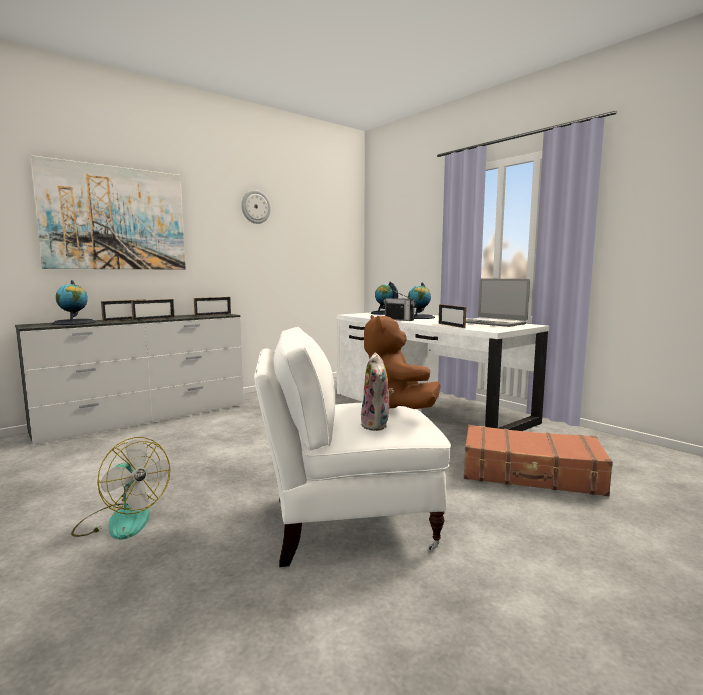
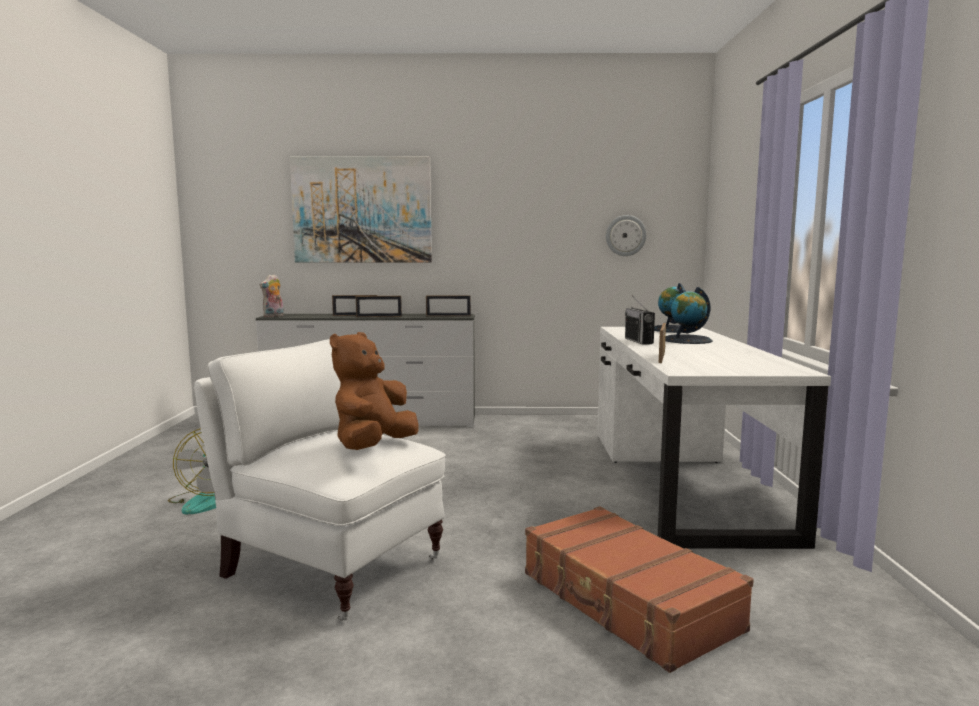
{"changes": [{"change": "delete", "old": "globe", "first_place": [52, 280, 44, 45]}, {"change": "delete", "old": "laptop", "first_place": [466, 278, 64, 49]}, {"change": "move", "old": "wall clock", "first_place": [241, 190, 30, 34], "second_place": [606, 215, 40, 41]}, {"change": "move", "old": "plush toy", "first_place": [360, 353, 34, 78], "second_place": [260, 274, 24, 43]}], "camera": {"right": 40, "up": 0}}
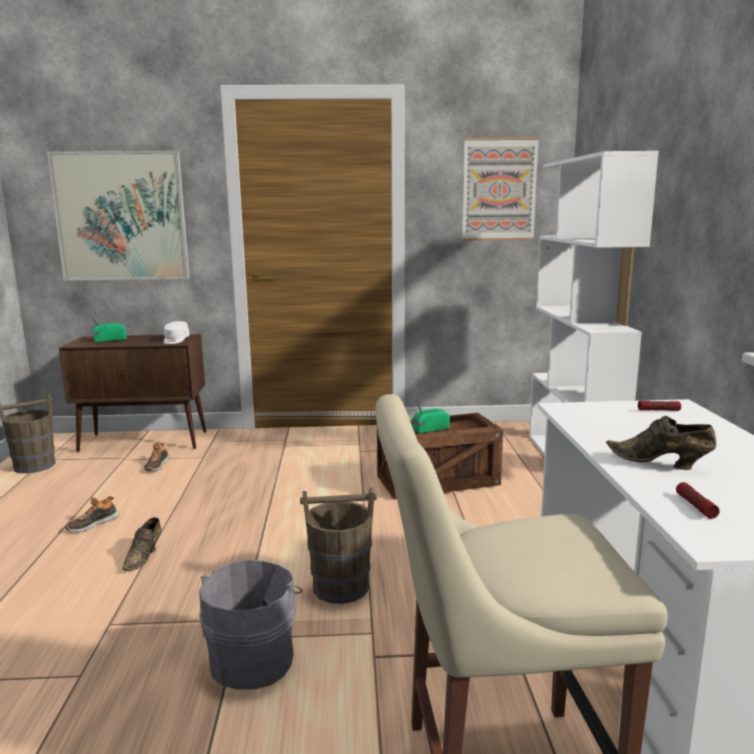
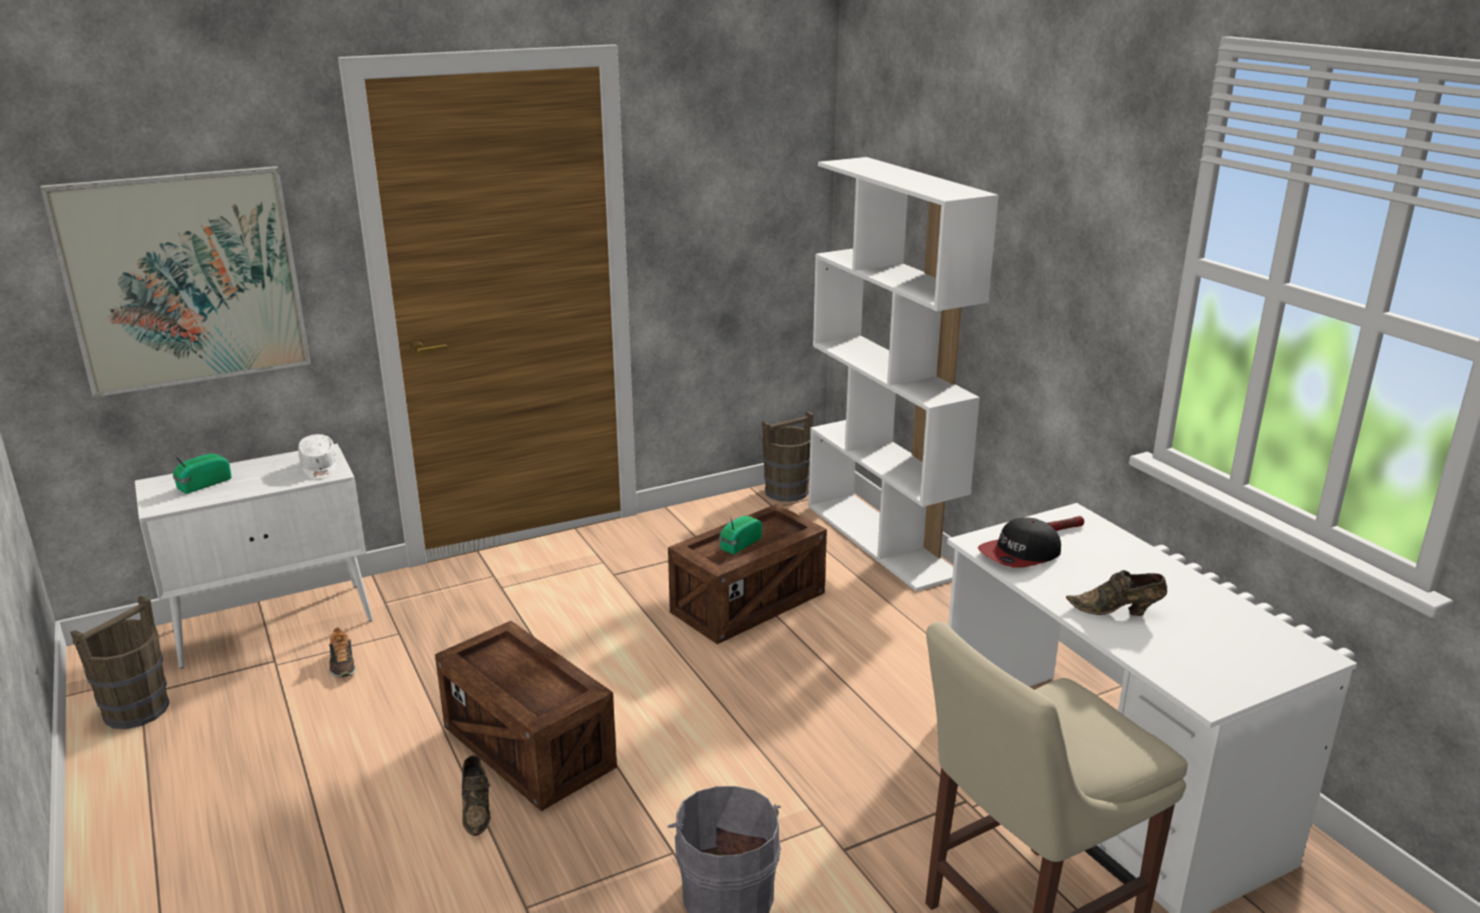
{"changes": [{"change": "delete", "old": "shoe", "first_place": [65, 496, 54, 36]}, {"change": "delete", "old": "picture", "first_place": [462, 137, 77, 104]}, {"change": "delete", "old": "flashlight", "first_place": [676, 482, 44, 37]}, {"change": "insert", "new": "crate", "second_place": [435, 621, 182, 190]}, {"change": "insert", "new": "cap", "second_place": [977, 517, 84, 51]}, {"change": "move", "old": "bucket (brown)", "first_place": [300, 487, 77, 117], "second_place": [762, 411, 52, 91]}, {"change": "recolor", "old": "cabinet (brown)", "new": "cabinet (white)", "first_place": [59, 334, 147, 118], "second_place": [135, 444, 238, 224]}], "camera": {"right": -25, "up": 10}}
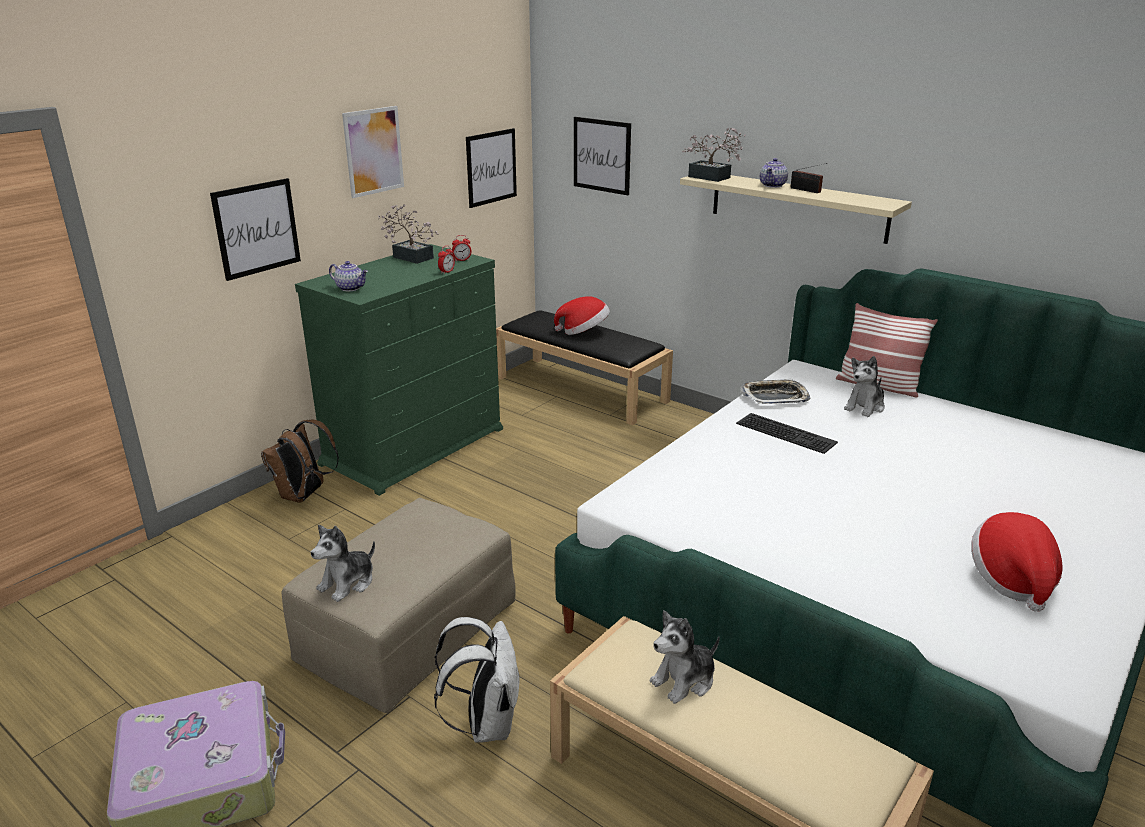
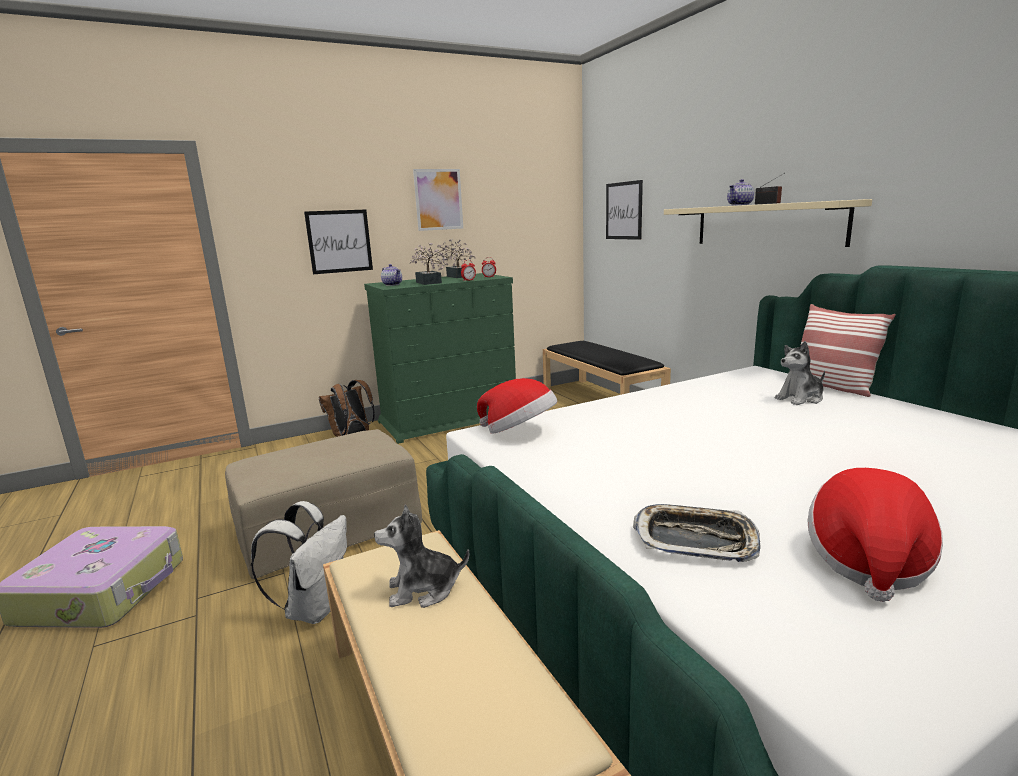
{"changes": [{"change": "delete", "old": "plush toy", "first_place": [311, 525, 64, 77]}, {"change": "delete", "old": "picture", "first_place": [466, 128, 51, 80]}, {"change": "delete", "old": "keyboard", "first_place": [736, 413, 102, 41]}, {"change": "move", "old": "hat", "first_place": [554, 296, 56, 39], "second_place": [477, 378, 80, 56]}, {"change": "move", "old": "potted plant", "first_place": [682, 128, 64, 54], "second_place": [410, 242, 37, 43]}, {"change": "move", "old": "tray", "first_place": [740, 379, 71, 25], "second_place": [633, 504, 128, 58]}], "camera": {"right": 25, "up": -10}}
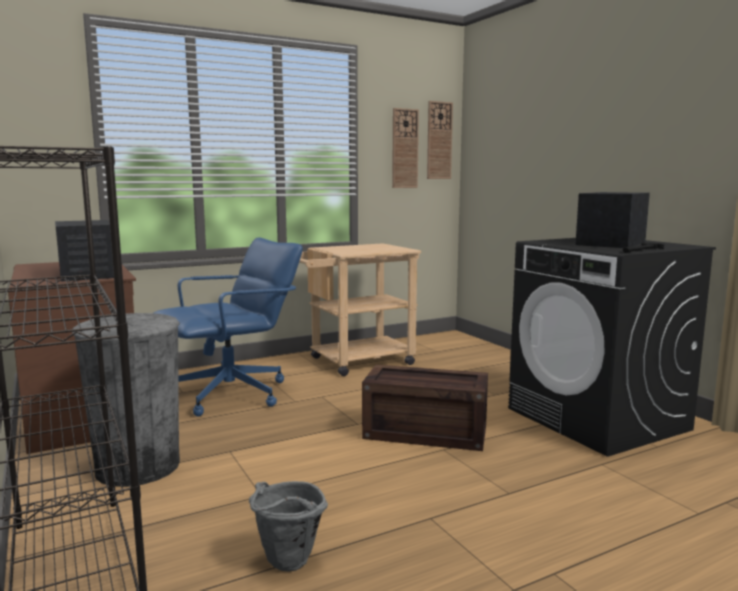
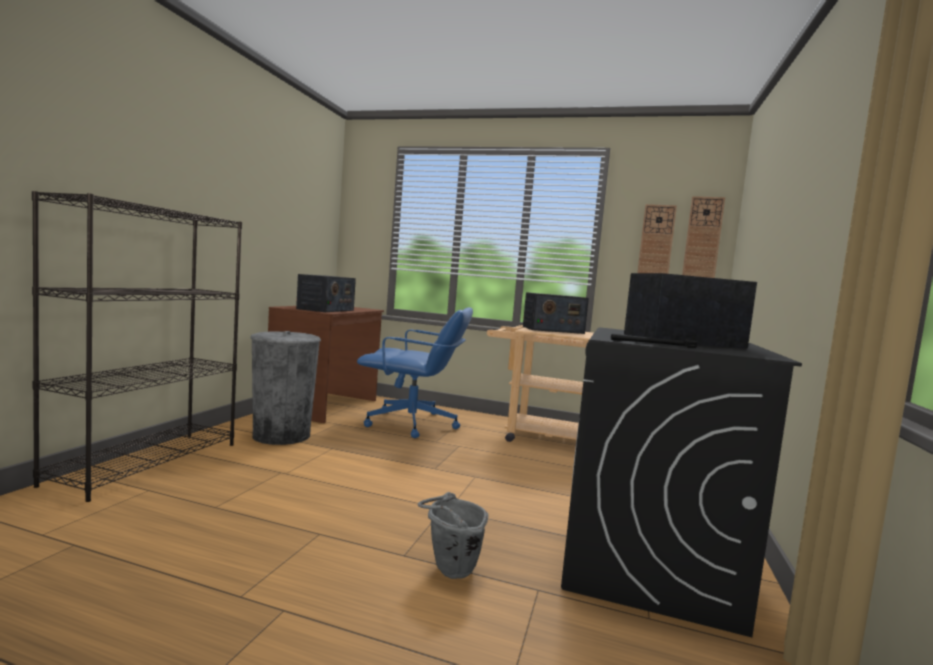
{"changes": [{"change": "delete", "old": "crate", "first_place": [362, 365, 126, 86]}, {"change": "insert", "new": "radio", "second_place": [523, 292, 66, 42]}, {"change": "move", "old": "bucket (grey)", "first_place": [249, 481, 79, 91], "second_place": [418, 492, 70, 87]}], "camera": {"right": 45, "up": -5}}
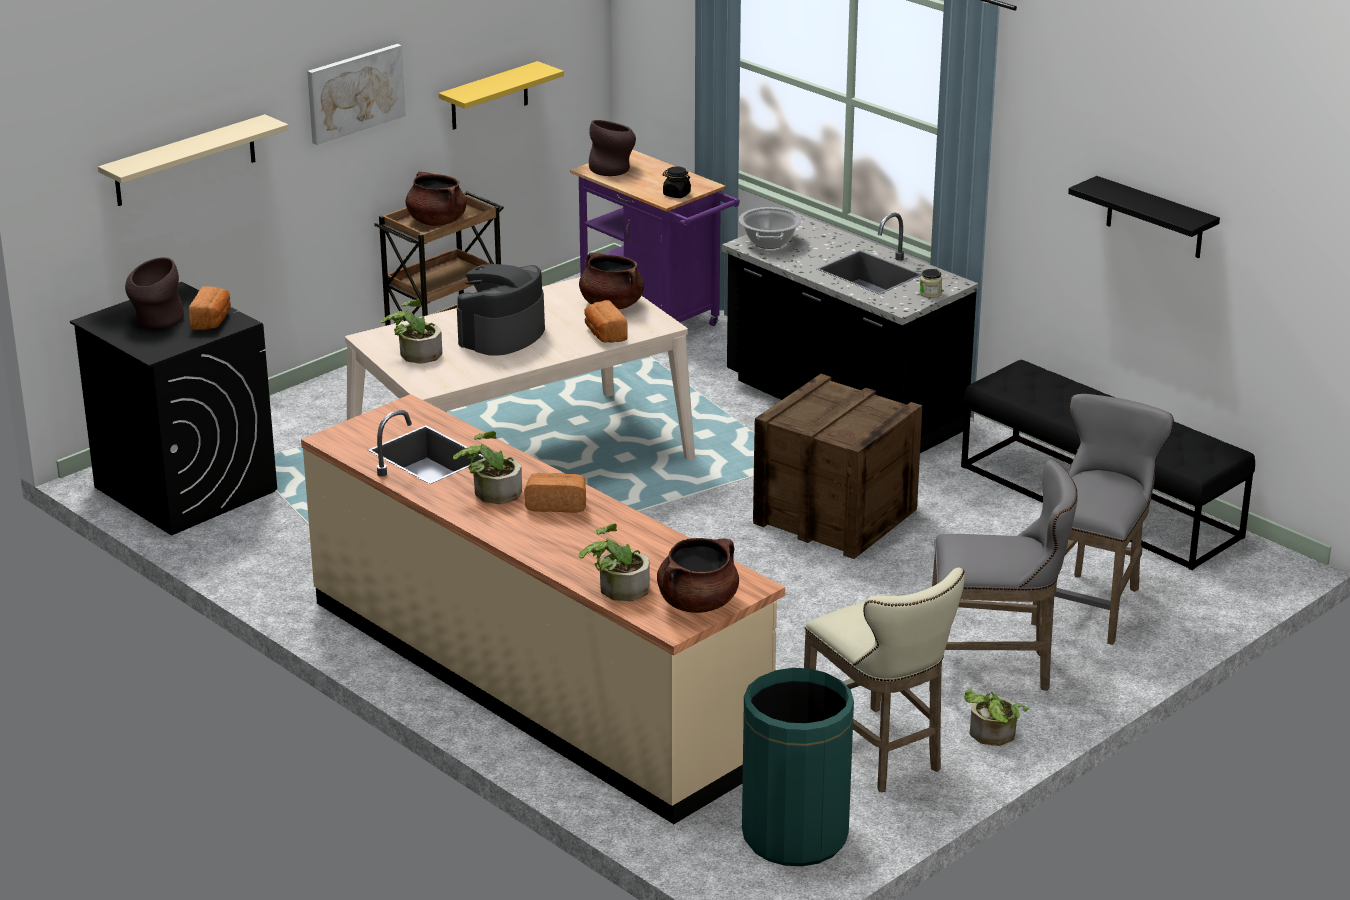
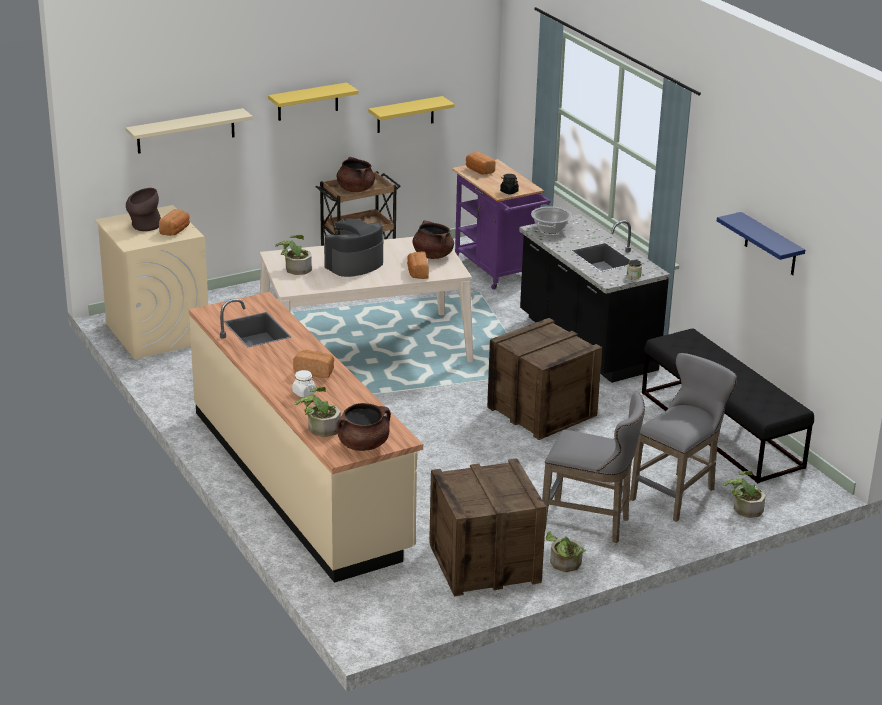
{"changes": [{"change": "delete", "old": "trash can (green)", "first_place": [742, 668, 112, 198]}, {"change": "insert", "new": "jar (white)", "second_place": [292, 370, 24, 27]}, {"change": "move", "old": "potted plant", "first_place": [453, 431, 69, 73], "second_place": [724, 471, 42, 47]}, {"change": "replace", "old": "picture", "new": "shelf (yellow)", "first_place": [307, 44, 99, 101], "second_place": [268, 82, 91, 39]}, {"change": "replace", "old": "vase (brown)", "new": "bread", "first_place": [589, 120, 47, 56], "second_place": [466, 151, 30, 24]}, {"change": "replace", "old": "stool (beige)", "new": "crate", "first_place": [804, 568, 161, 224], "second_place": [429, 458, 117, 138]}, {"change": "recolor", "old": "washing machine (black)", "new": "washing machine (beige)", "first_place": [70, 282, 207, 254], "second_place": [95, 205, 113, 154]}, {"change": "recolor", "old": "shelf (black)", "new": "shelf (blue)", "first_place": [1068, 176, 152, 82], "second_place": [717, 212, 88, 63]}], "camera": {"right": 15, "up": 0}}
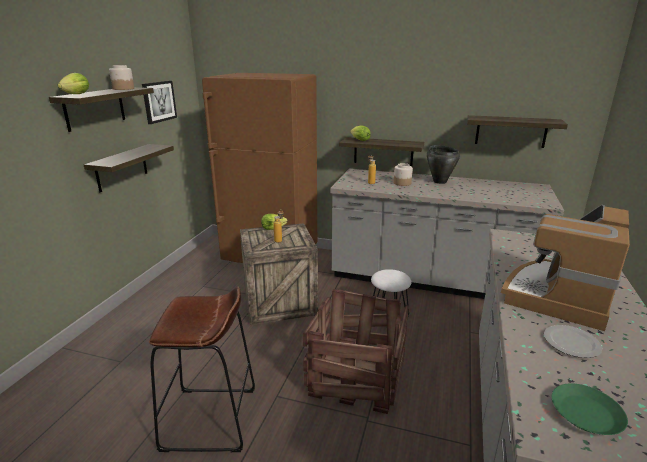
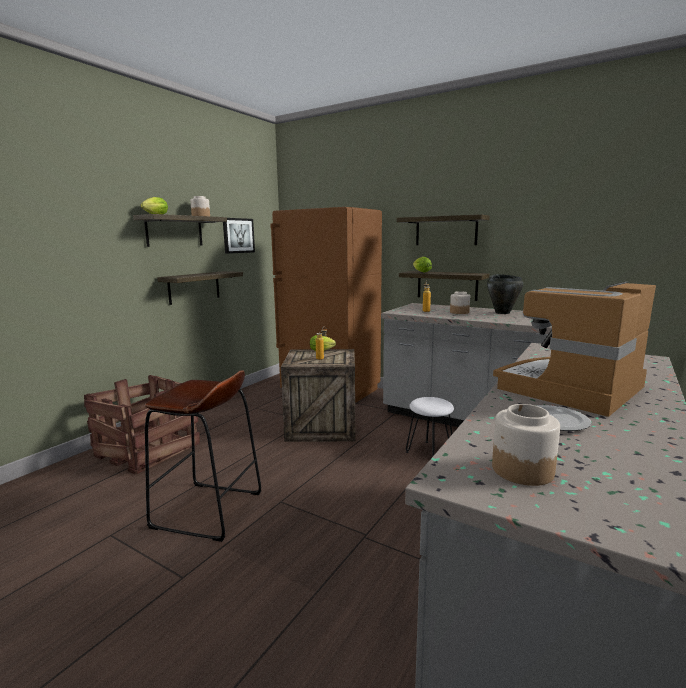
{"changes": [{"change": "move", "old": "crate", "first_place": [303, 289, 106, 125], "second_place": [84, 375, 116, 100]}, {"change": "move", "old": "shelf", "first_place": [467, 115, 101, 33], "second_place": [396, 214, 94, 31]}, {"change": "replace", "old": "plate (green)", "new": "jar", "first_place": [552, 383, 76, 52], "second_place": [492, 404, 68, 82]}], "camera": {"right": 15, "up": -10}}
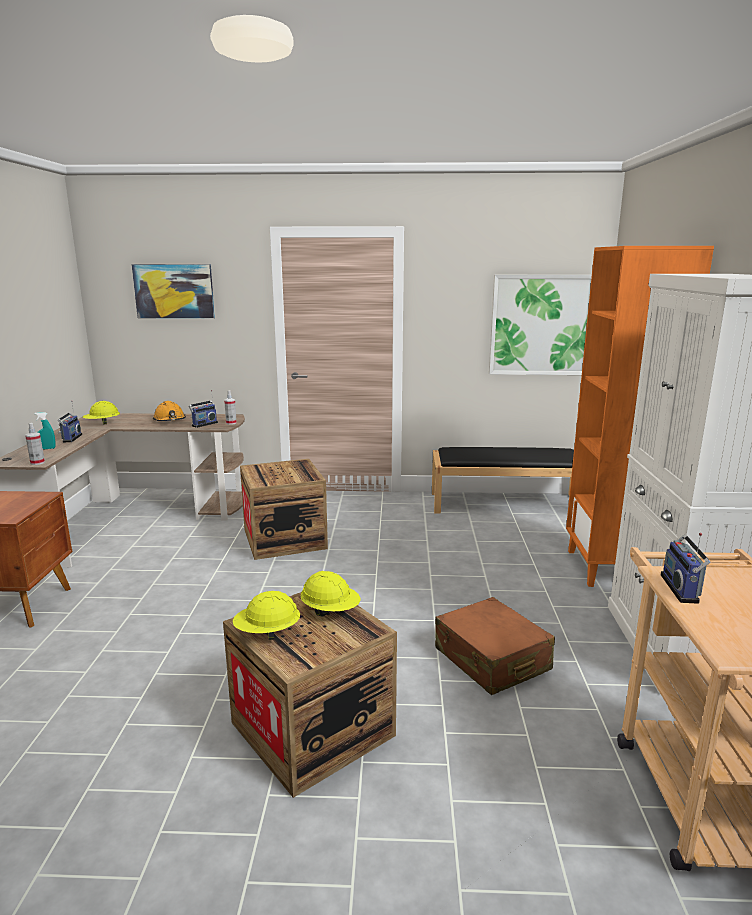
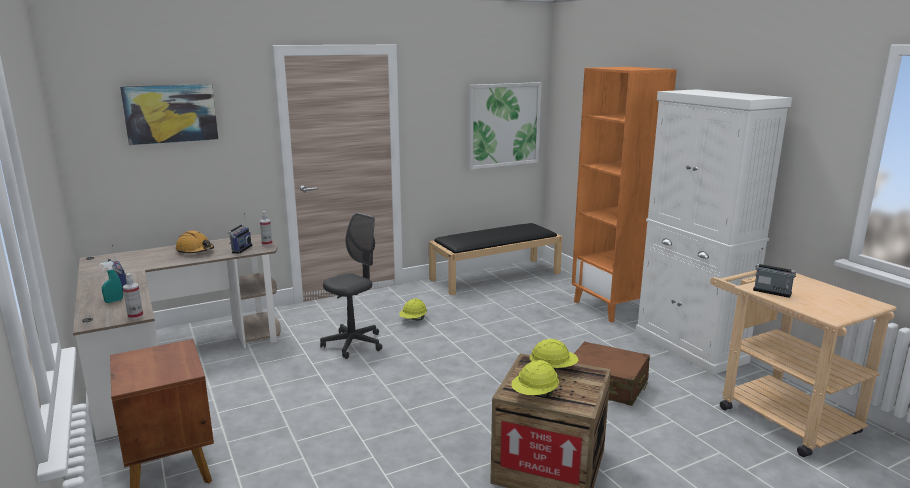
{"changes": [{"change": "move", "old": "hard hat (yellow)", "first_place": [83, 401, 37, 24], "second_place": [399, 299, 28, 21]}, {"change": "replace", "old": "crate", "new": "office chair (grey)", "first_place": [240, 459, 88, 101], "second_place": [320, 213, 62, 146]}, {"change": "rotate", "old": "radio", "first_place": [661, 533, 49, 71], "second_place": [753, 248, 43, 50], "degrees": 150}], "camera": {"right": -30, "up": 0}}
